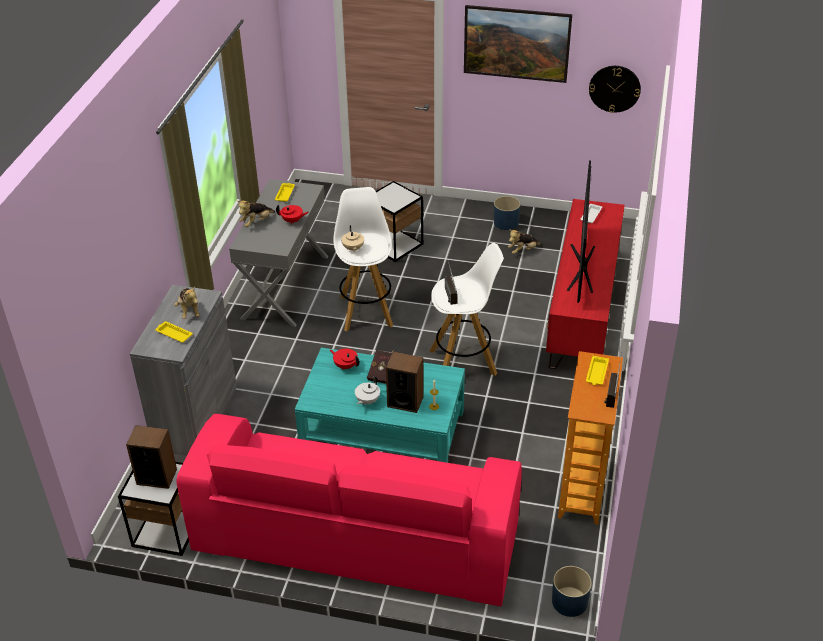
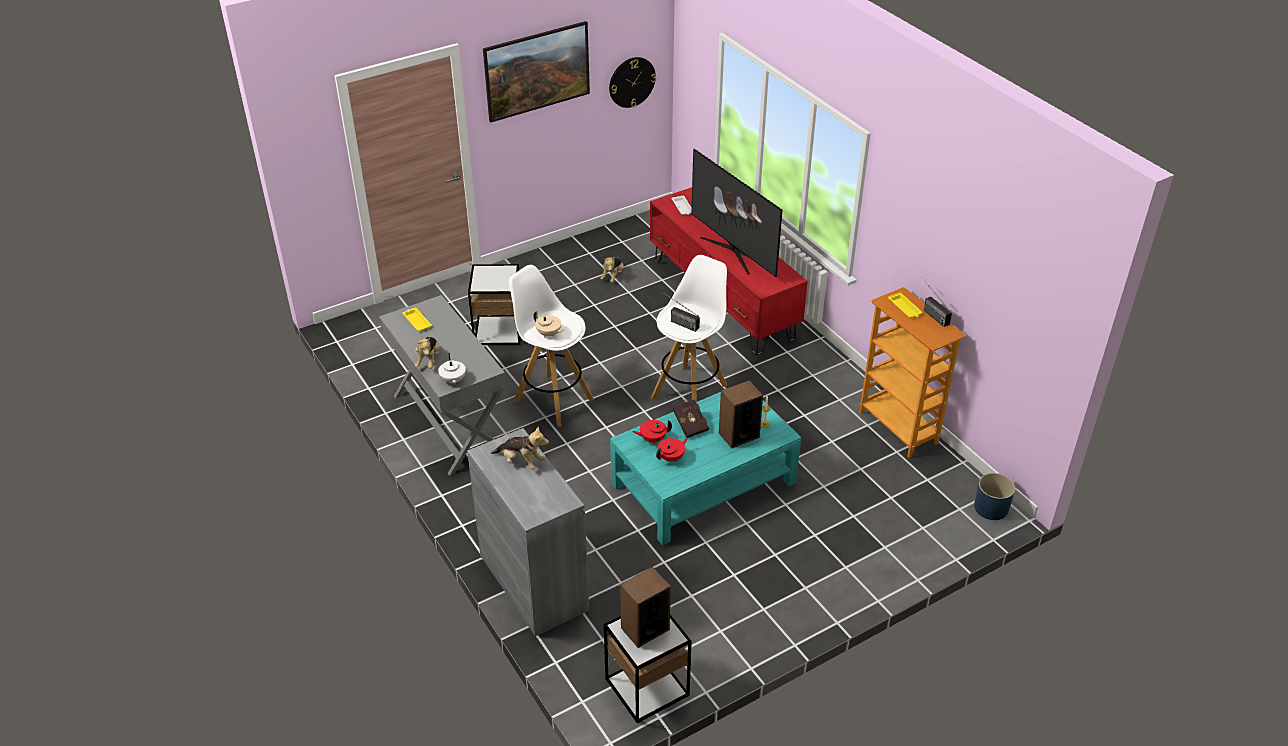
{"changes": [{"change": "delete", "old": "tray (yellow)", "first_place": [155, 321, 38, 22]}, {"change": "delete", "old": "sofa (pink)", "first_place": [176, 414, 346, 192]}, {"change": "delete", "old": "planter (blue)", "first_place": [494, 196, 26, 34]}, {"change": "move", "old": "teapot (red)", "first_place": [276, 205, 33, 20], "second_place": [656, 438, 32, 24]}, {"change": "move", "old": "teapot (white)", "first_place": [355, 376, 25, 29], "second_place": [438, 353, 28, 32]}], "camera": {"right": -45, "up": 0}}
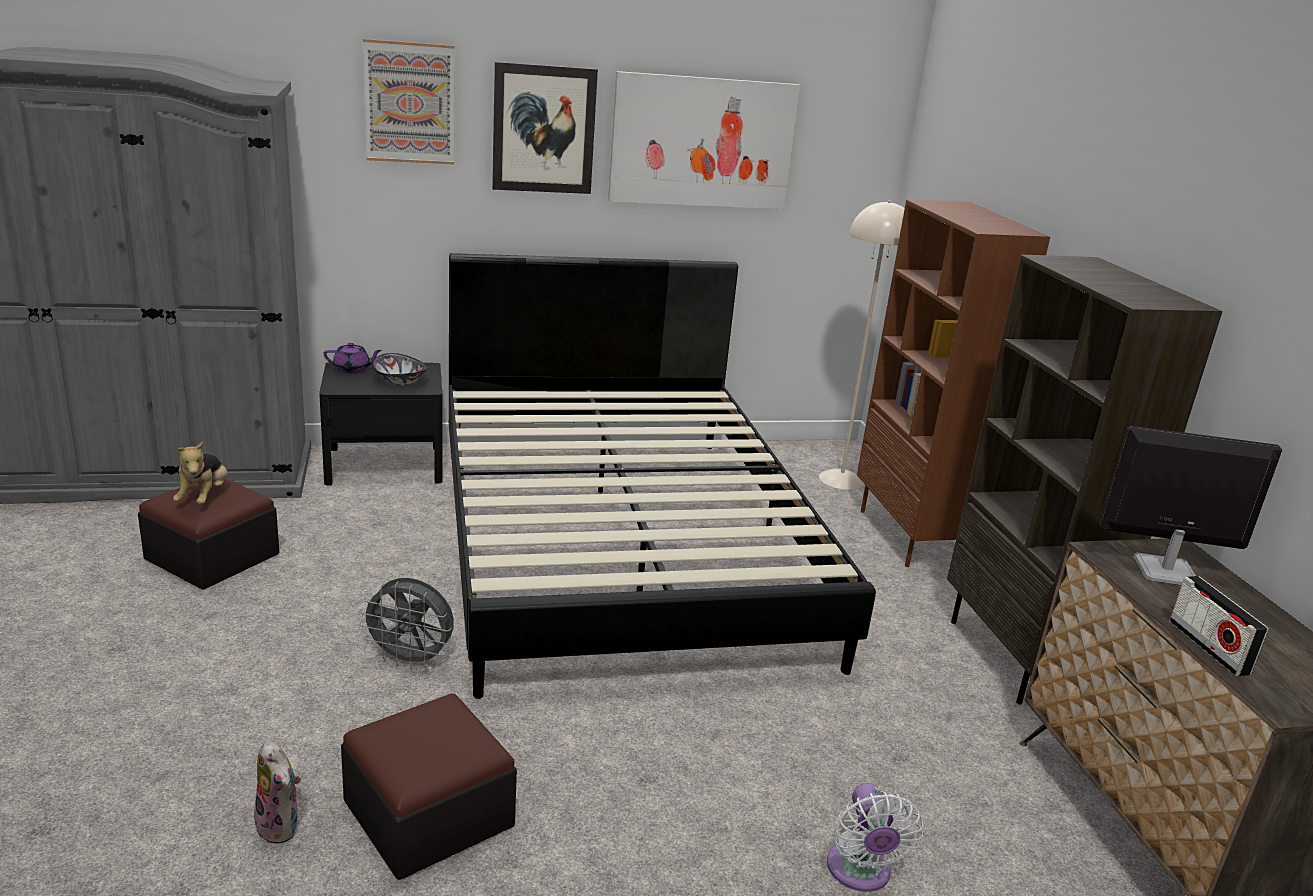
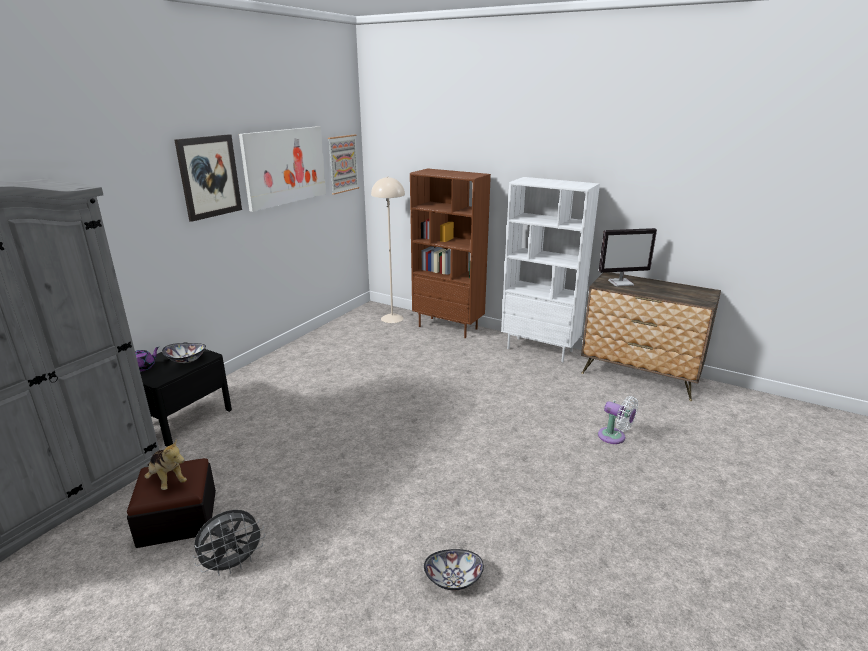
{"changes": [{"change": "delete", "old": "ottoman", "first_place": [341, 693, 176, 187]}, {"change": "delete", "old": "bed (black)", "first_place": [449, 253, 427, 446]}, {"change": "delete", "old": "radio", "first_place": [1170, 576, 99, 100]}, {"change": "move", "old": "fan (grey)", "first_place": [359, 578, 95, 91], "second_place": [193, 510, 72, 66]}, {"change": "move", "old": "picture", "first_place": [363, 39, 92, 125], "second_place": [328, 135, 31, 60]}, {"change": "replace", "old": "plush toy", "new": "bowl", "first_place": [254, 740, 47, 104], "second_place": [424, 549, 60, 41]}, {"change": "recolor", "old": "bookcase (brown)", "new": "bookcase (white)", "first_place": [947, 255, 276, 449], "second_place": [501, 177, 99, 186]}, {"change": "rotate", "old": "monitor", "first_place": [1099, 425, 183, 160], "second_place": [599, 228, 58, 58], "degrees": -150}], "camera": {"right": -45, "up": 0}}
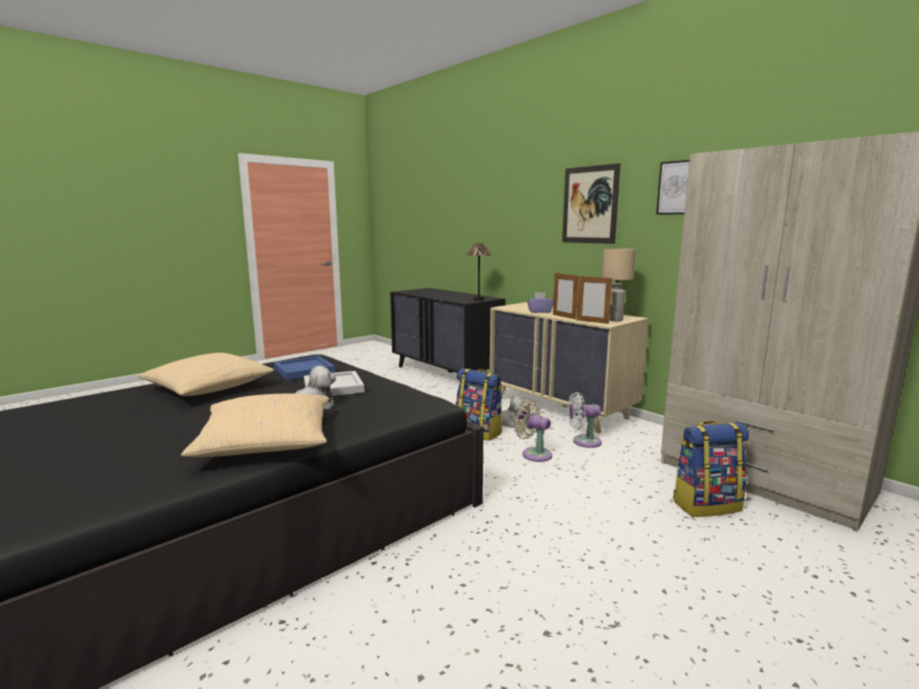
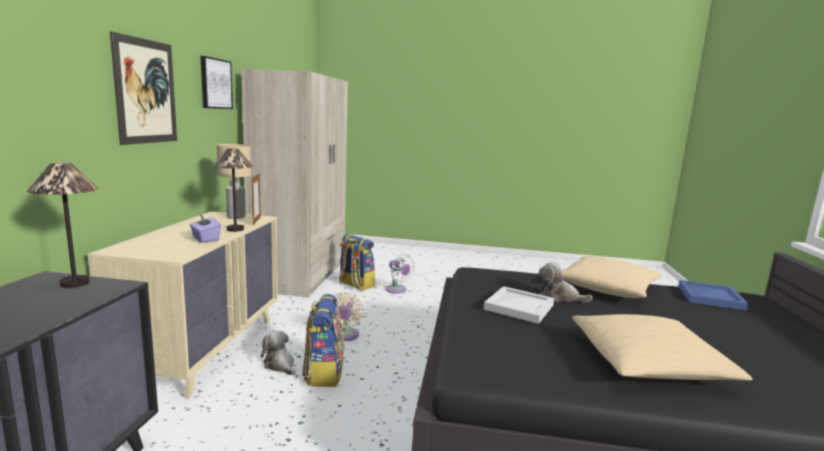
{"changes": [{"change": "move", "old": "tray (blue)", "first_place": [274, 356, 61, 24], "second_place": [679, 280, 70, 30]}, {"change": "move", "old": "fan (white)", "first_place": [568, 392, 34, 56], "second_place": [385, 254, 30, 40]}, {"change": "replace", "old": "picture frame", "new": "table lamp", "first_place": [553, 273, 25, 46], "second_place": [213, 148, 40, 84]}], "camera": {"right": -130, "up": 0}}
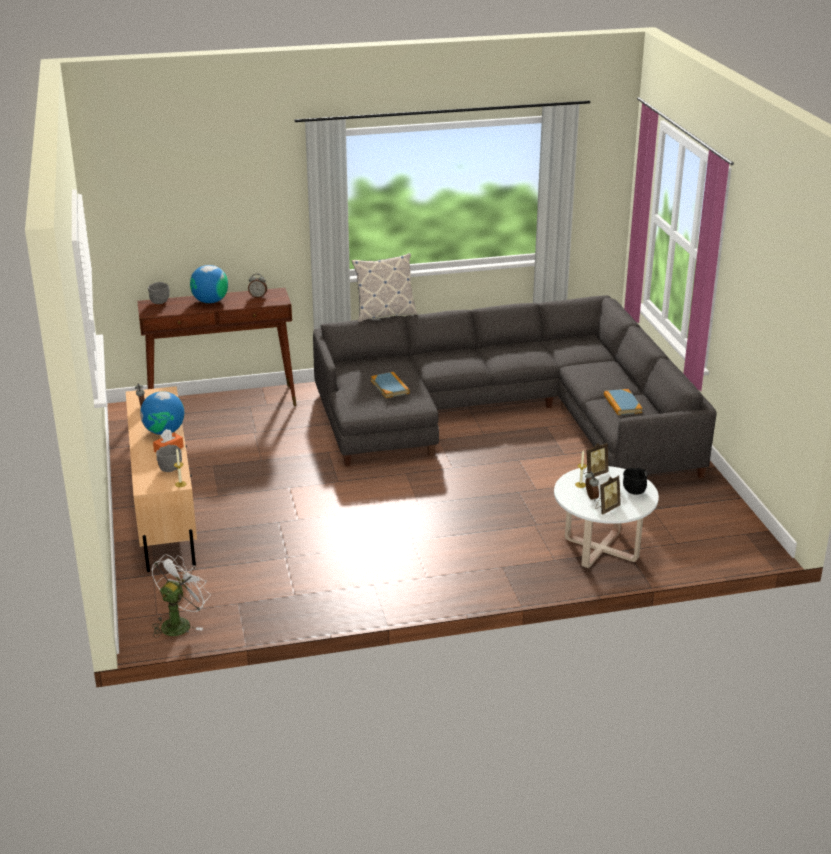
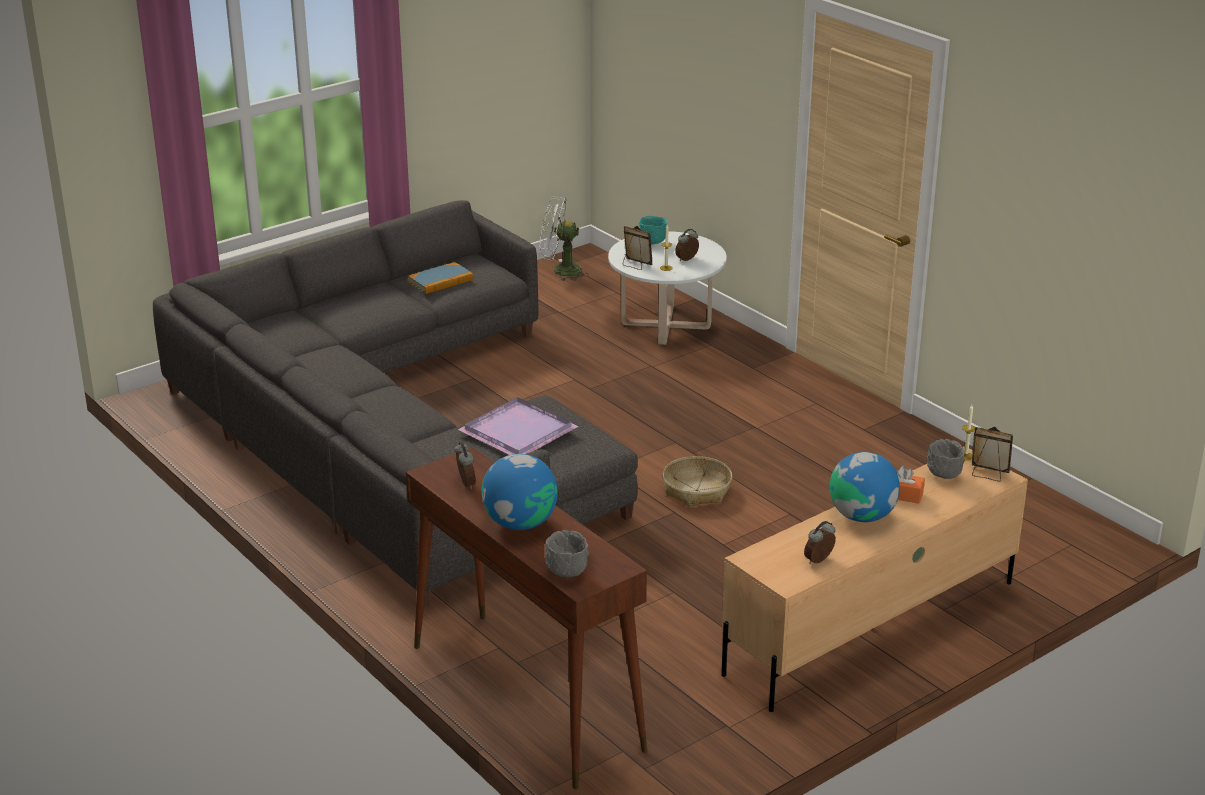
{"changes": [{"change": "delete", "old": "pillow", "first_place": [352, 253, 65, 69]}, {"change": "insert", "new": "basket", "second_place": [663, 456, 69, 51]}, {"change": "move", "old": "fan (white)", "first_place": [151, 554, 60, 84], "second_place": [539, 196, 51, 85]}, {"change": "move", "old": "picture frame", "first_place": [595, 475, 26, 39], "second_place": [972, 426, 41, 55]}, {"change": "replace", "old": "book", "new": "tray (purple)", "first_place": [371, 372, 39, 26], "second_place": [458, 397, 121, 58]}, {"change": "recolor", "old": "bowl (black)", "new": "bowl (turquoise)", "first_place": [623, 468, 25, 27], "second_place": [639, 216, 28, 28]}], "camera": {"right": -115, "up": 0}}
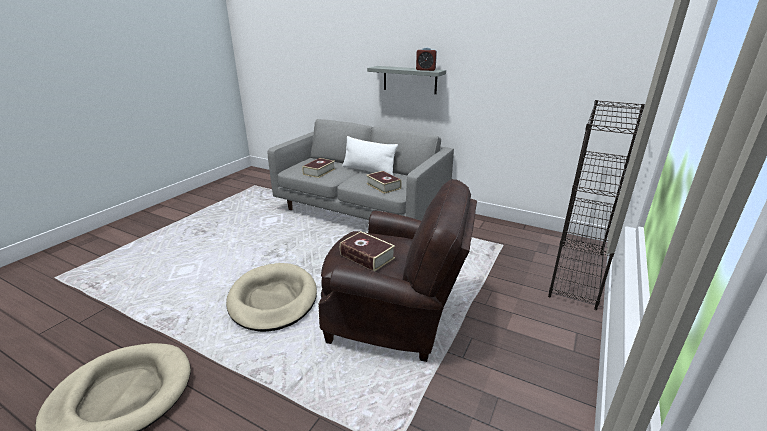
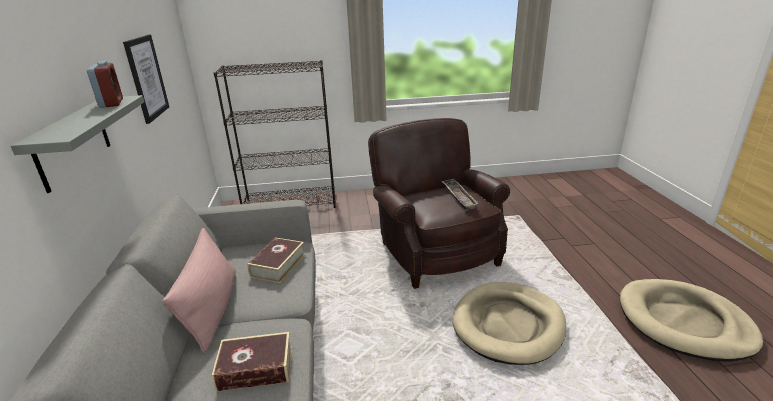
{"changes": [{"change": "insert", "new": "picture", "second_place": [123, 34, 46, 90]}, {"change": "replace", "old": "book", "new": "tray", "first_place": [340, 231, 55, 41], "second_place": [441, 179, 38, 31]}, {"change": "recolor", "old": "pillow (white)", "new": "pillow (pink)", "first_place": [342, 136, 56, 39], "second_place": [162, 228, 74, 125]}], "camera": {"right": -125, "up": 0}}
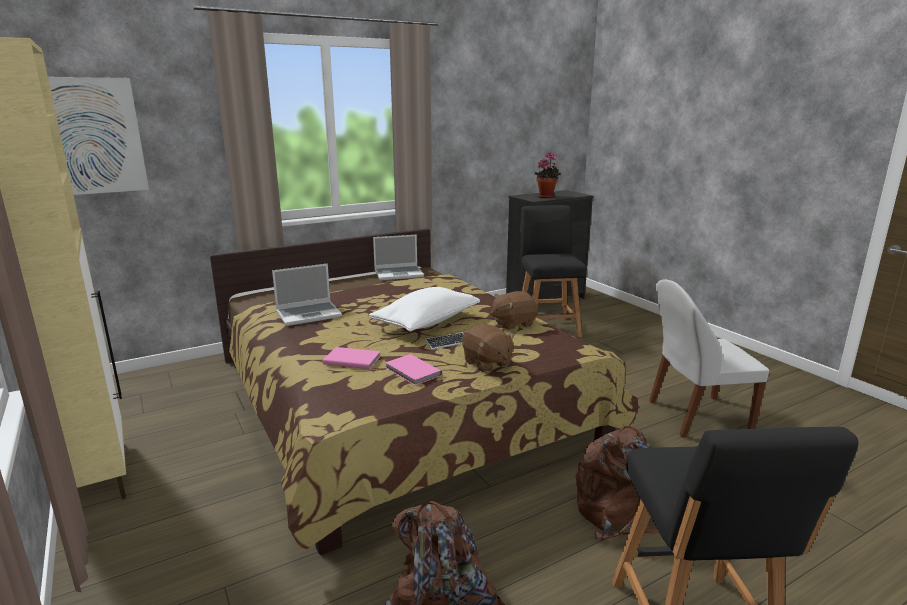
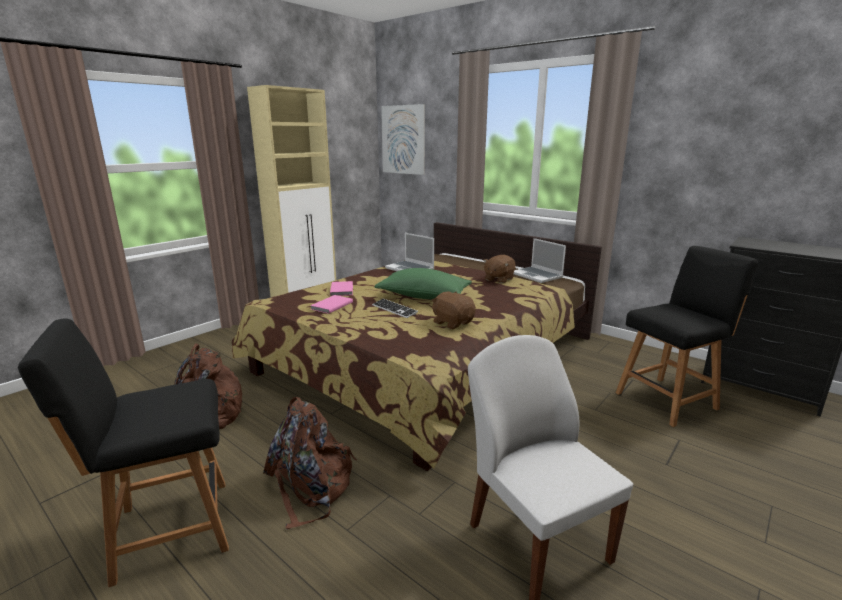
{"changes": [{"change": "delete", "old": "potted plant", "first_place": [534, 152, 27, 46]}, {"change": "move", "old": "plush toy (brown)", "first_place": [462, 324, 53, 49], "second_place": [483, 255, 33, 28]}, {"change": "recolor", "old": "pillow (white)", "new": "pillow (green)", "first_place": [369, 287, 111, 45], "second_place": [374, 268, 98, 31]}], "camera": {"right": 70, "up": 0}}
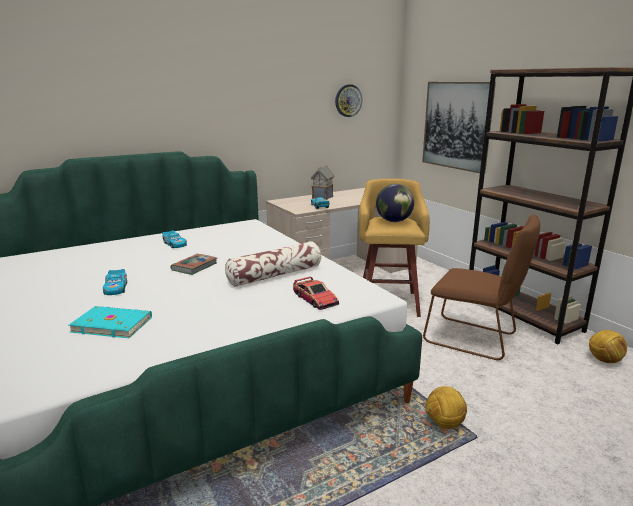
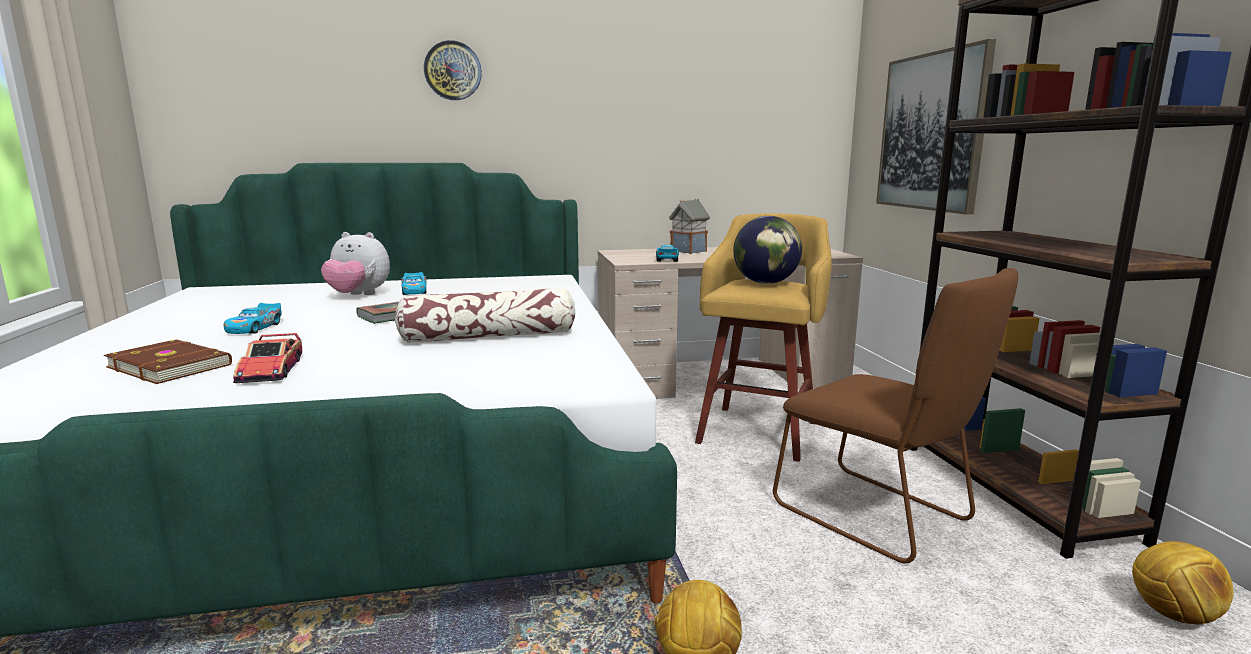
{"changes": [{"change": "insert", "new": "plush toy", "second_place": [321, 232, 69, 63]}, {"change": "move", "old": "toy car", "first_place": [293, 276, 46, 34], "second_place": [233, 333, 69, 50]}, {"change": "move", "old": "wall clock", "first_place": [335, 84, 27, 33], "second_place": [424, 40, 58, 60]}, {"change": "recolor", "old": "book (turquoise)", "new": "book (brown)", "first_place": [69, 306, 83, 32], "second_place": [104, 340, 128, 44]}], "camera": {"right": 20, "up": -5}}
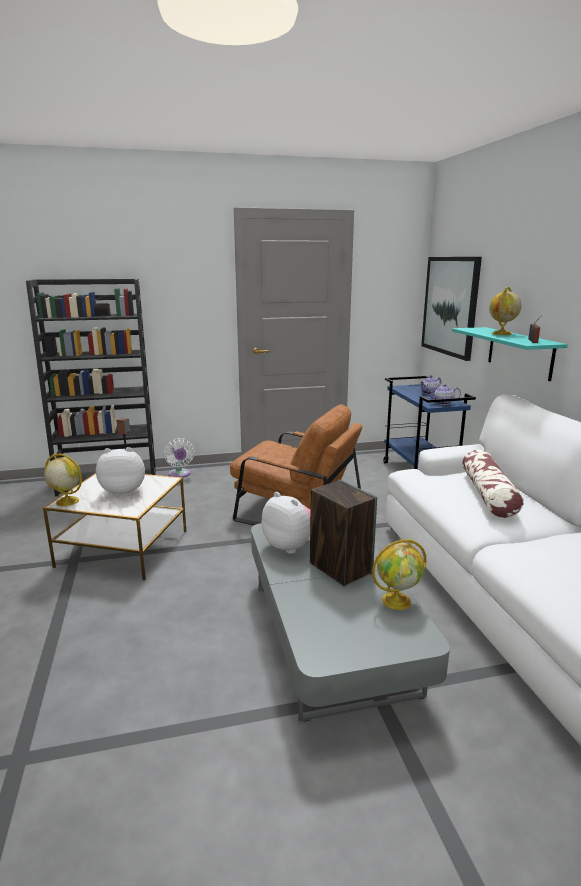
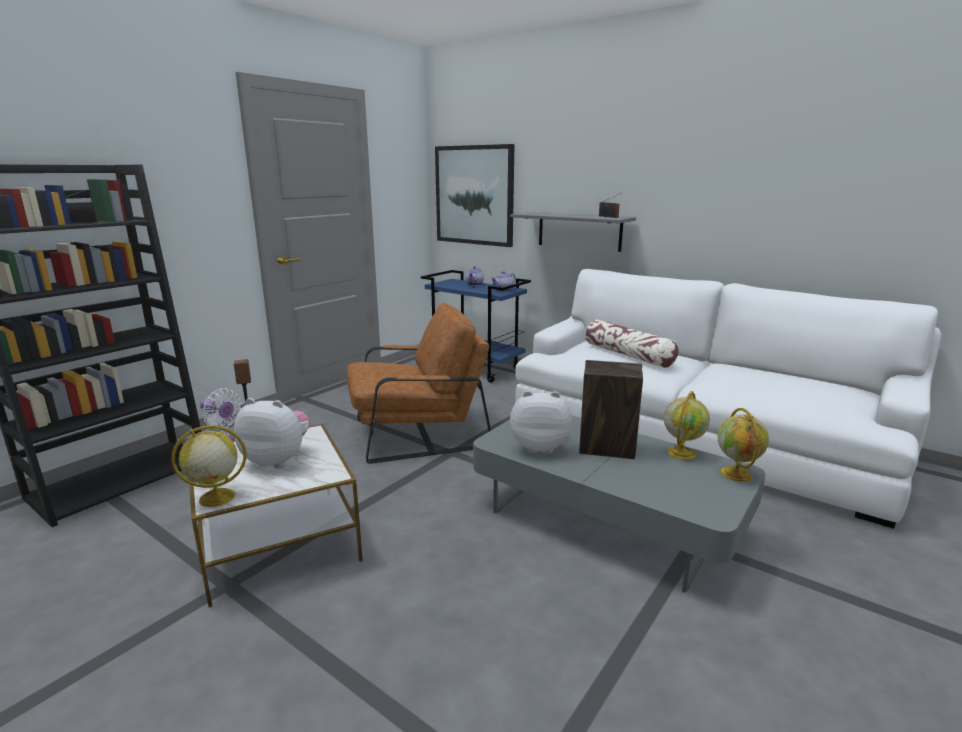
{"changes": [{"change": "move", "old": "globe", "first_place": [489, 287, 33, 48], "second_place": [718, 408, 51, 74]}, {"change": "recolor", "old": "shelf (turquoise)", "new": "shelf (grey)", "first_place": [452, 327, 116, 54], "second_place": [511, 212, 125, 40]}, {"change": "rotate", "old": "plush toy", "first_place": [96, 447, 49, 49], "second_place": [234, 398, 76, 70], "degrees": 60}], "camera": {"right": -40, "up": 0}}
